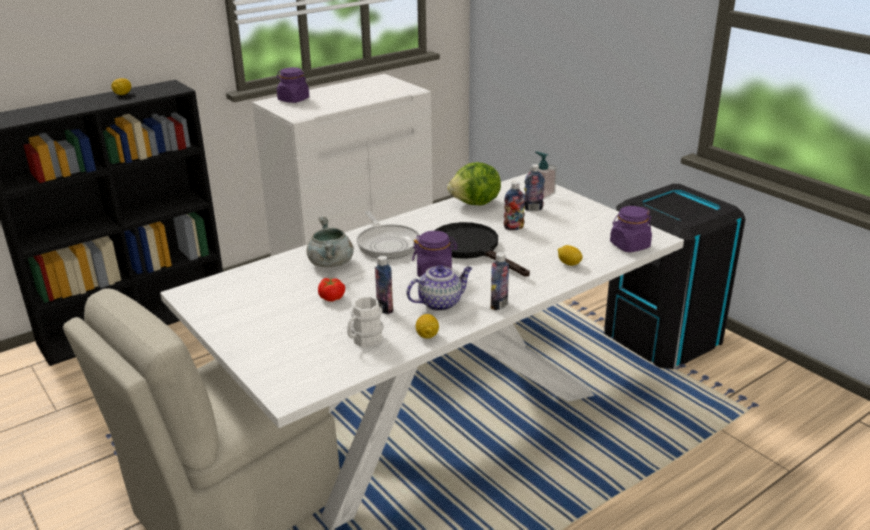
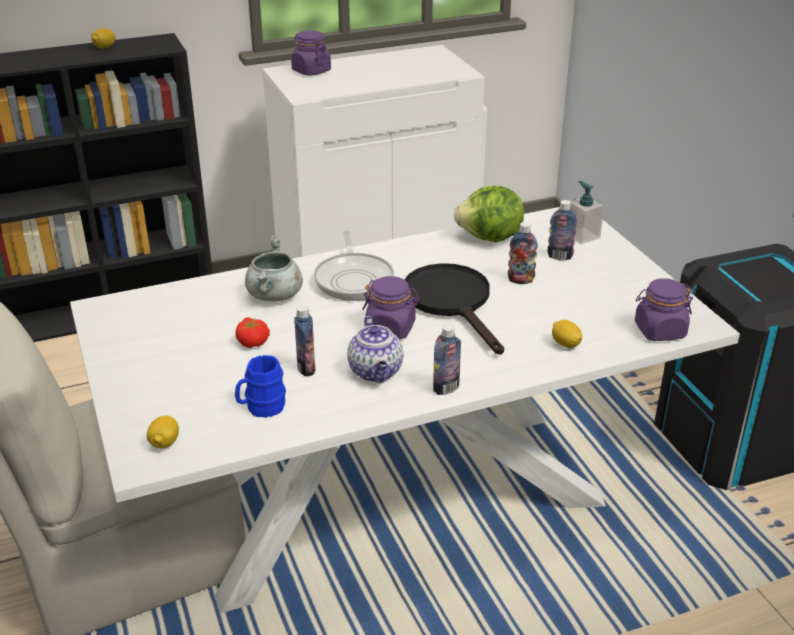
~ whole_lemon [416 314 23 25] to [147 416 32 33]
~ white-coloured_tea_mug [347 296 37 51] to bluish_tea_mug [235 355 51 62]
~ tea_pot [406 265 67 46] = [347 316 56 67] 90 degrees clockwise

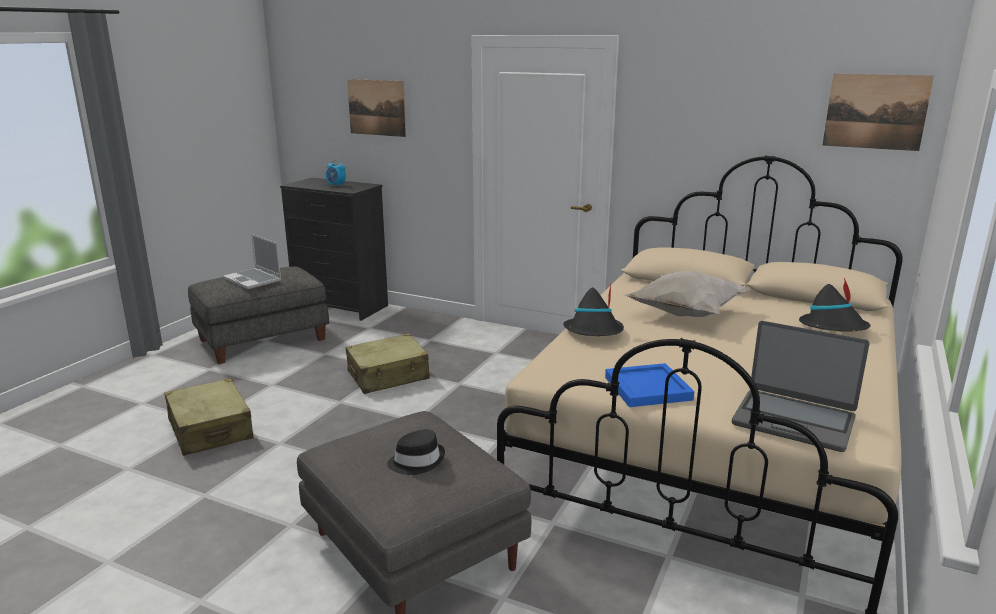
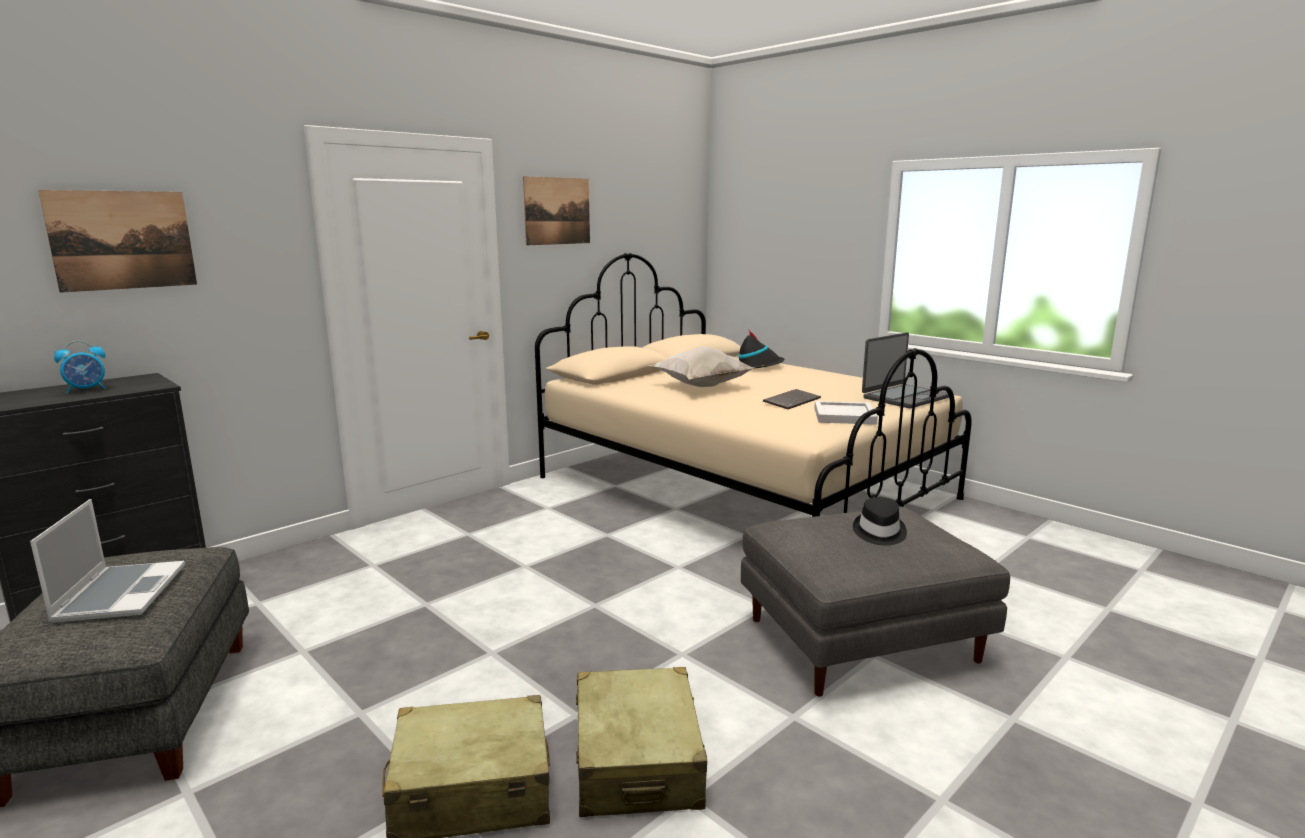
~ notebook_computer [223 234 59 55] = [30 499 155 124] 75 degrees counterclockwise
~ picture [822 74 112 77] to [523 176 67 69]
~ beige_piece_of_luggage [346 334 84 60] to [576 667 131 150]
+ PC_keyboard [763 389 58 20]
~ bluish_tray [605 363 89 44] to white-coloured_tray [815 401 63 24]
- blackish_wearable_hat [563 283 61 53]

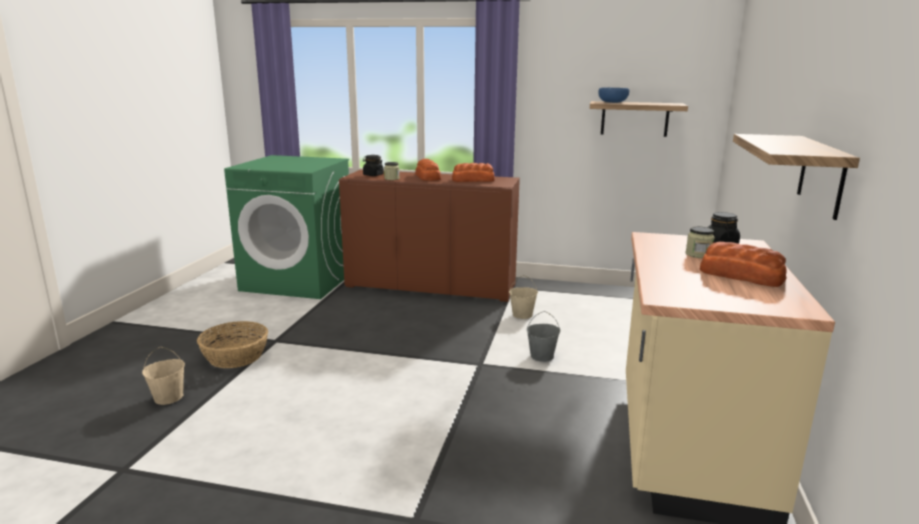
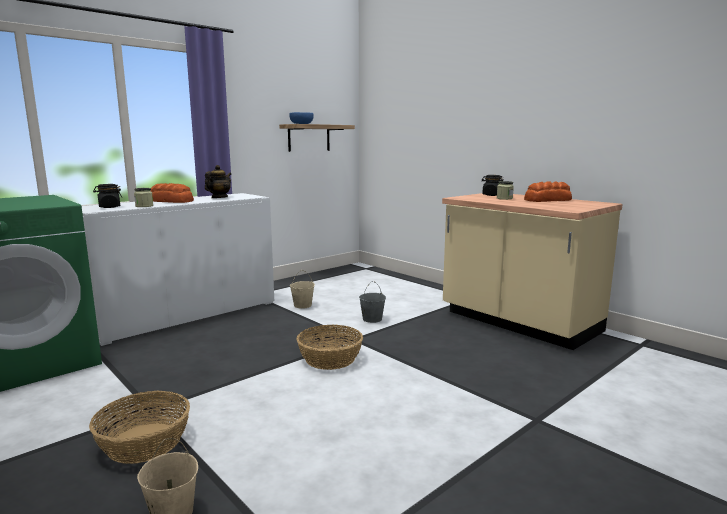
~ brown_cupboard [339 170 181 132] to white-coloured_cupboard [82 193 192 153]
~ bakery_bread [452 163 43 19] to tea_pot [205 165 26 33]
+ basket [296 325 67 45]
- shelf [733 134 127 86]

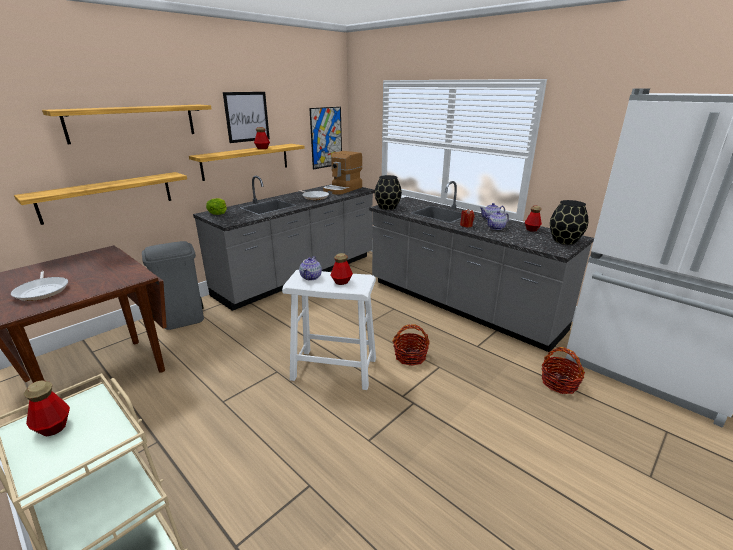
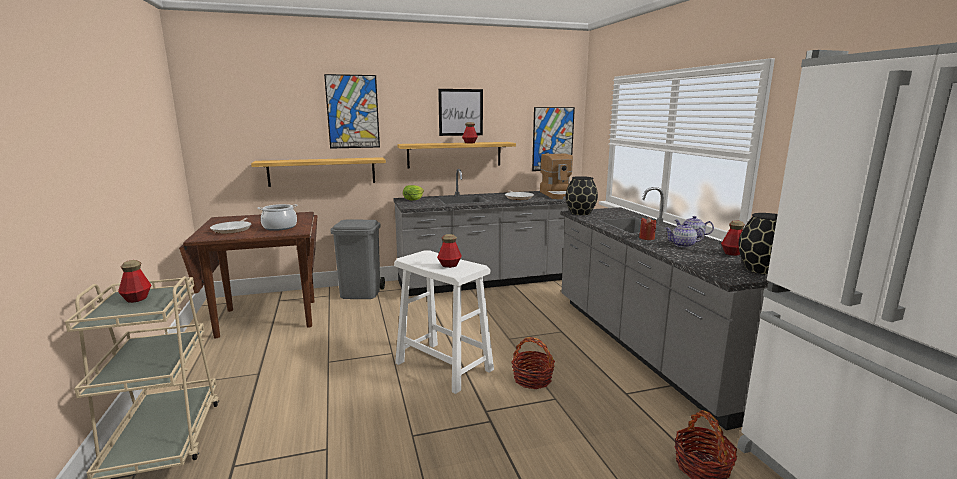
+ cooking_pot [257 204 40 27]
~ shelf [42 105 170 39] to picture [324 74 56 75]
~ coffee_brewer [323 151 39 44] = [540 154 33 45] 75 degrees counterclockwise
- tea_pot [299 256 23 24]

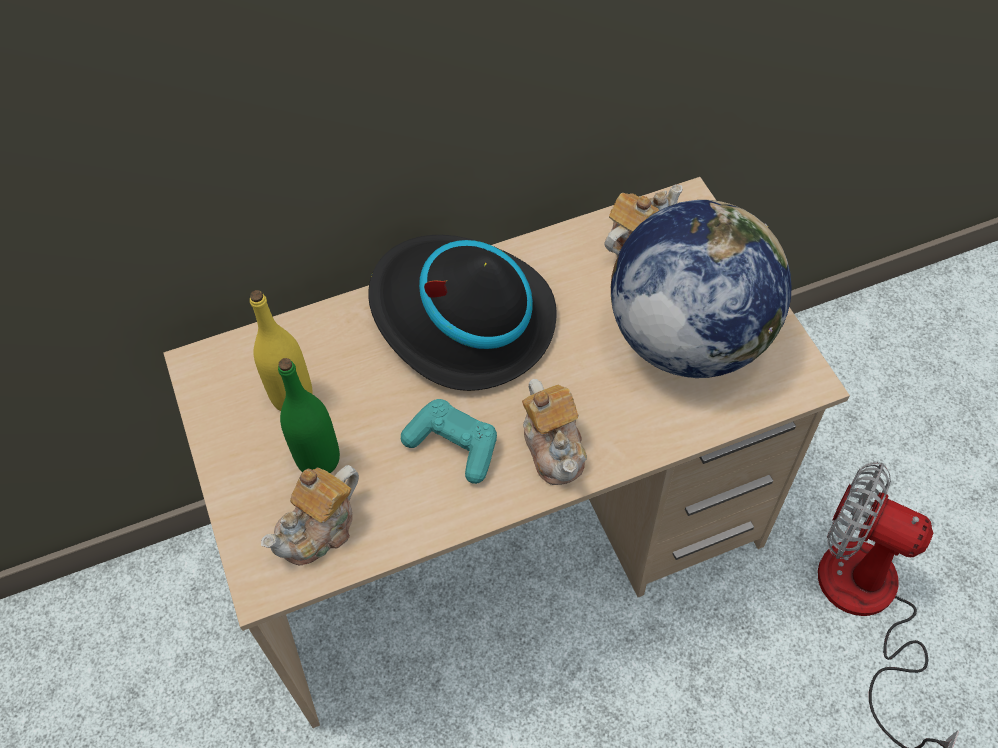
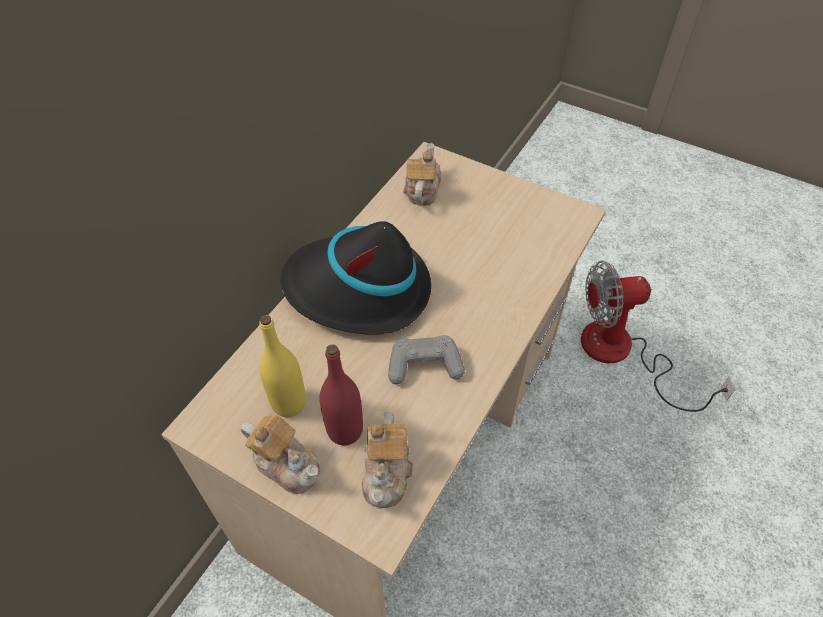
~ tea_pot [522 379 65 106] to [241 414 79 80]
~ green_bottle [278 358 62 115] to red-coloured_bottle [320 344 43 101]
~ blue-green_game_controller [401 399 96 85] to grey_game_controller [388 335 77 49]
- desk_globe [611 200 181 178]

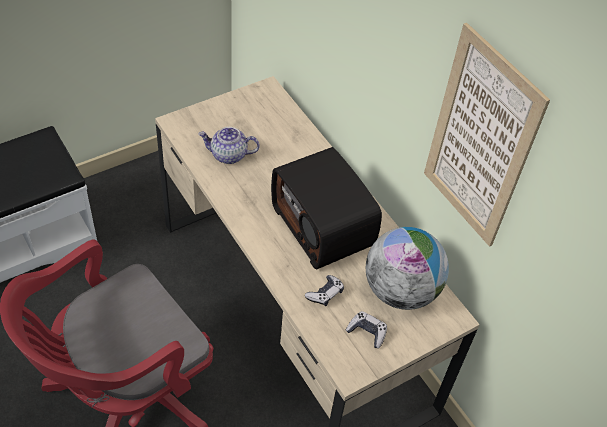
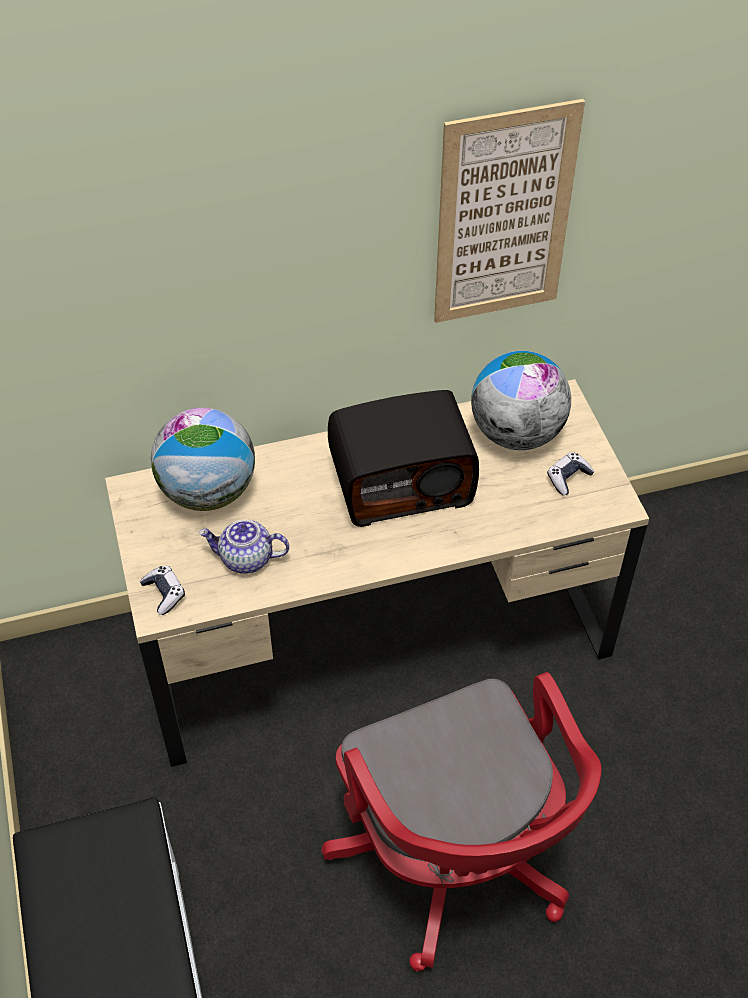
~ game_controller [305 275 39 31] to [140 565 45 50]
+ desk_globe [151 408 104 103]
~ tea_pot [198 127 62 37] = [199 519 90 55] 75 degrees clockwise

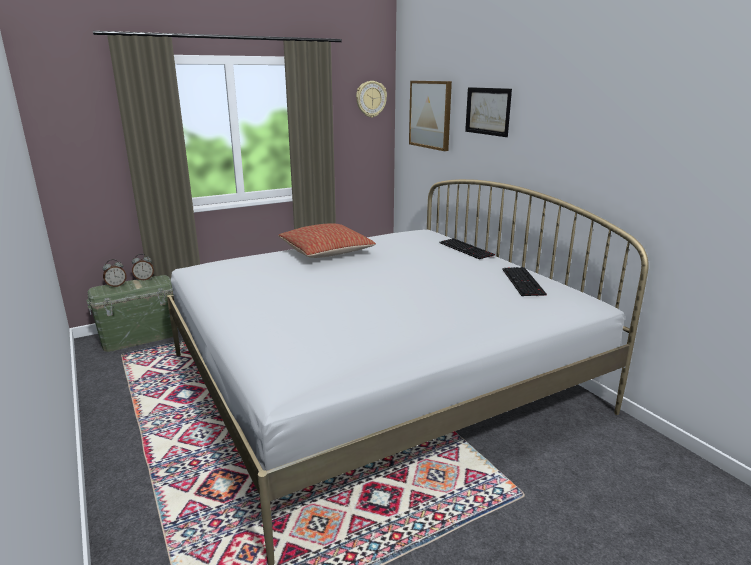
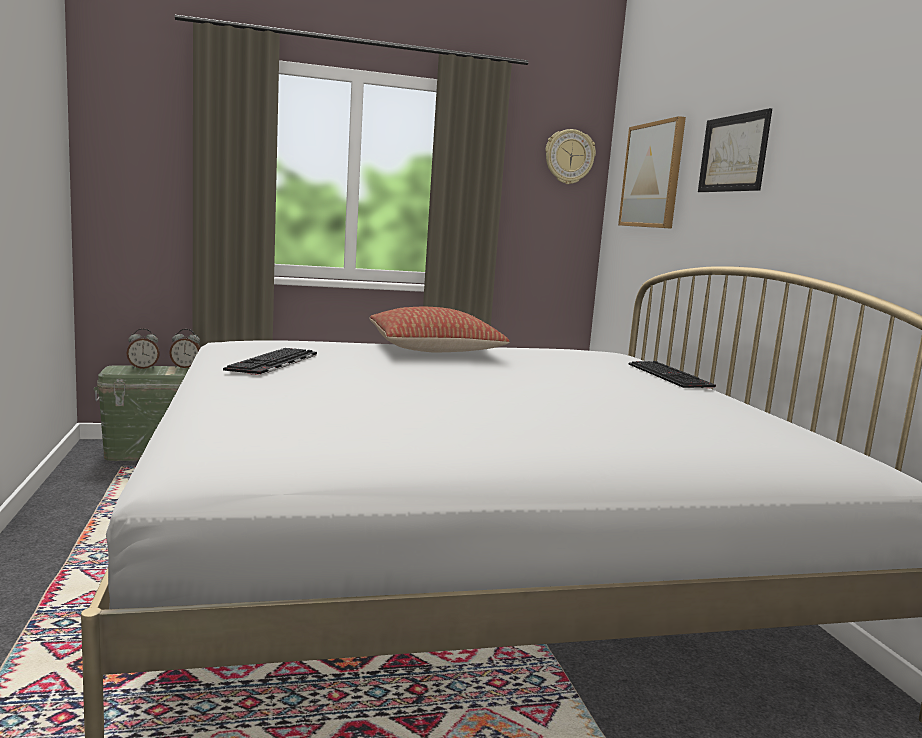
~ PC_keyboard [502 267 45 29] to [223 348 94 27]

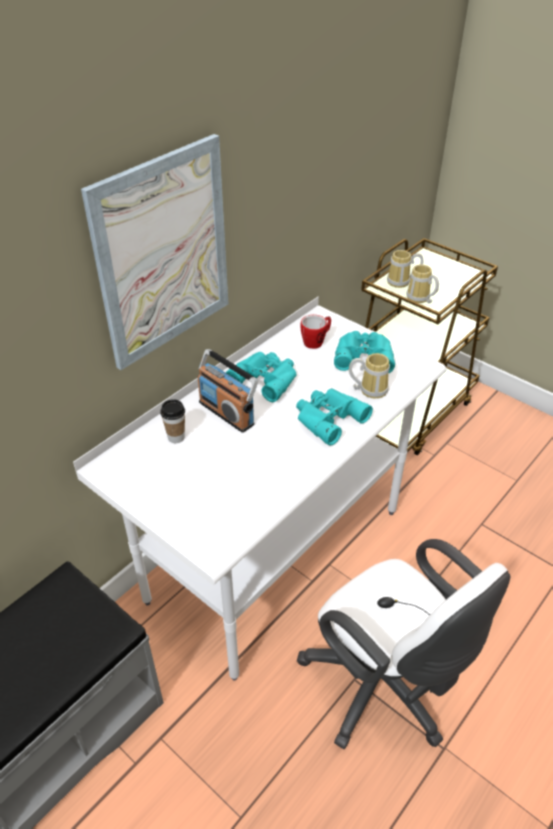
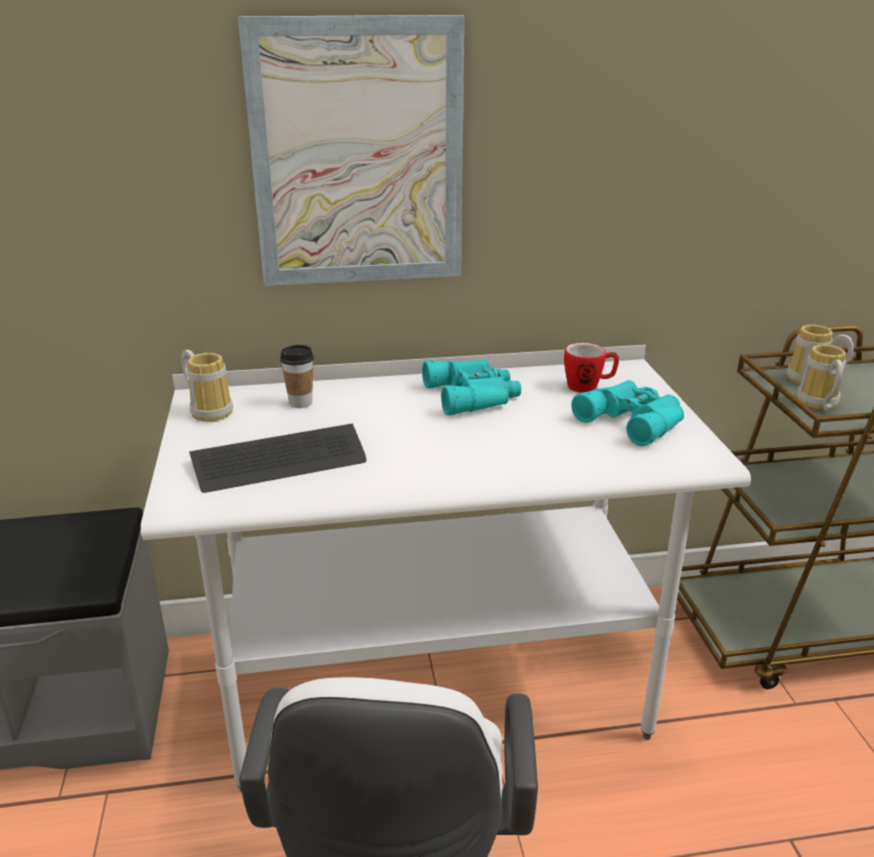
~ tea_mug [349 353 41 46] to [181 350 52 72]
+ PC_keyboard [189 424 178 69]
- radio_receiver [198 349 60 84]
- blue-green_field_glasses [296 389 77 56]

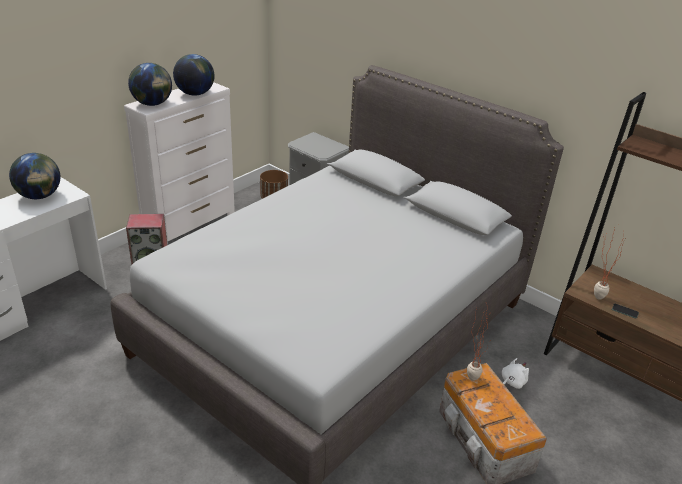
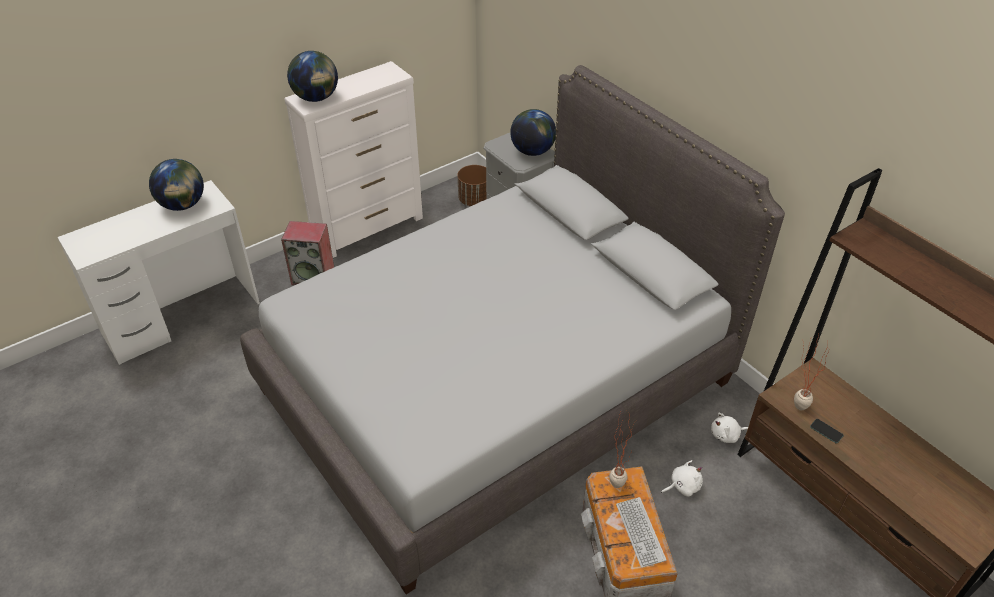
~ desk_globe [173 54 41 42] to [510 109 46 47]
+ PC_keyboard [616 497 50 71]
+ white-coloured_soft_toy [711 413 37 30]

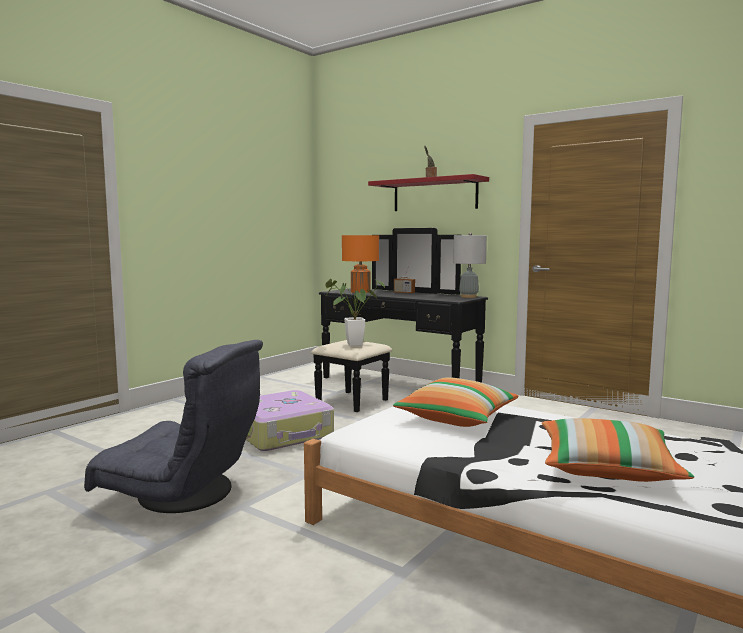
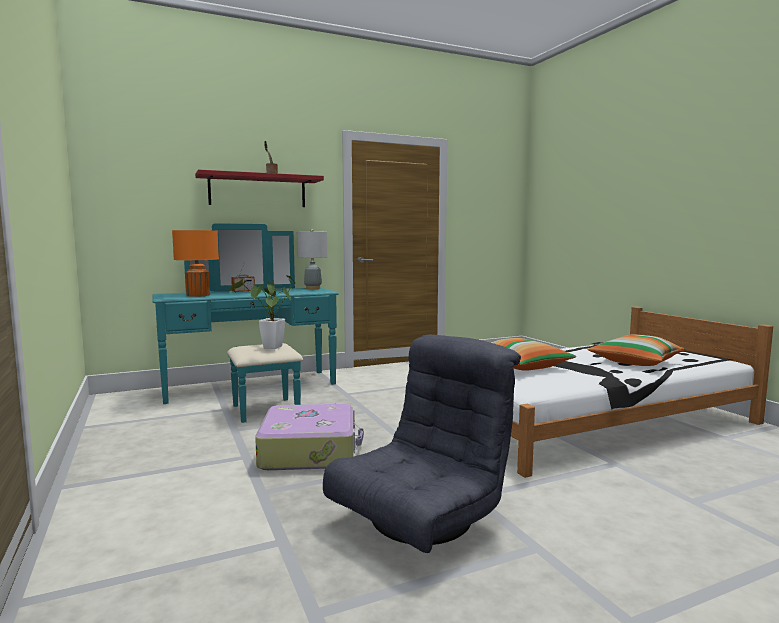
~ blackish_chest_of_drawers [311 228 177 184] to blue-green_chest_of_drawers [152 223 187 200]

